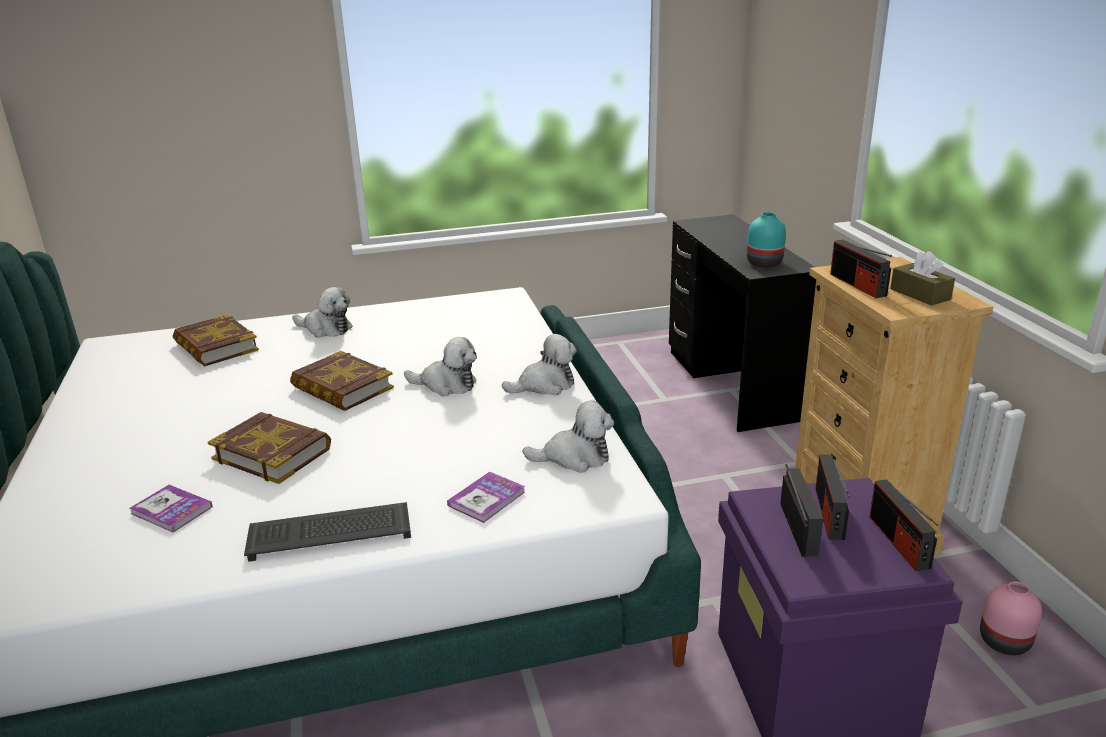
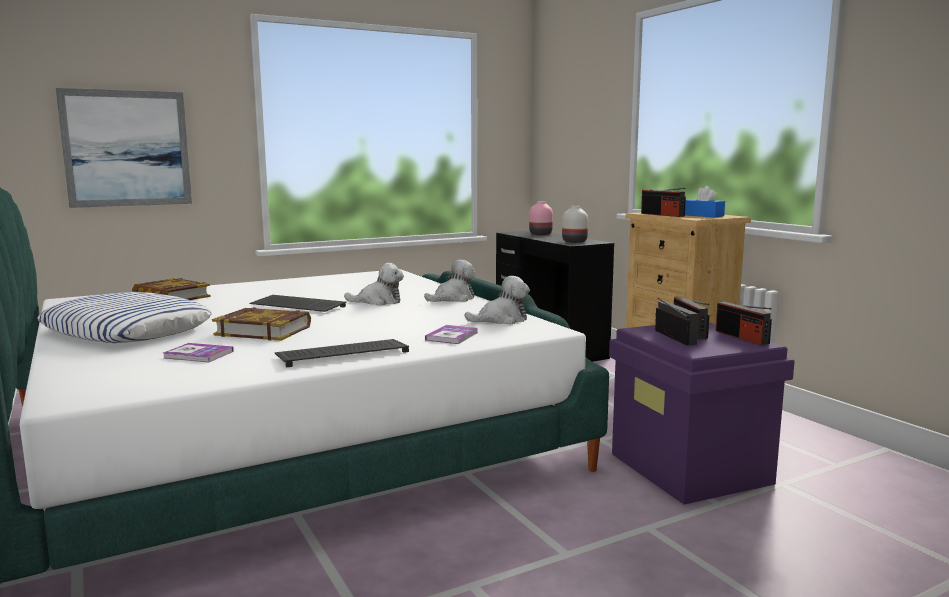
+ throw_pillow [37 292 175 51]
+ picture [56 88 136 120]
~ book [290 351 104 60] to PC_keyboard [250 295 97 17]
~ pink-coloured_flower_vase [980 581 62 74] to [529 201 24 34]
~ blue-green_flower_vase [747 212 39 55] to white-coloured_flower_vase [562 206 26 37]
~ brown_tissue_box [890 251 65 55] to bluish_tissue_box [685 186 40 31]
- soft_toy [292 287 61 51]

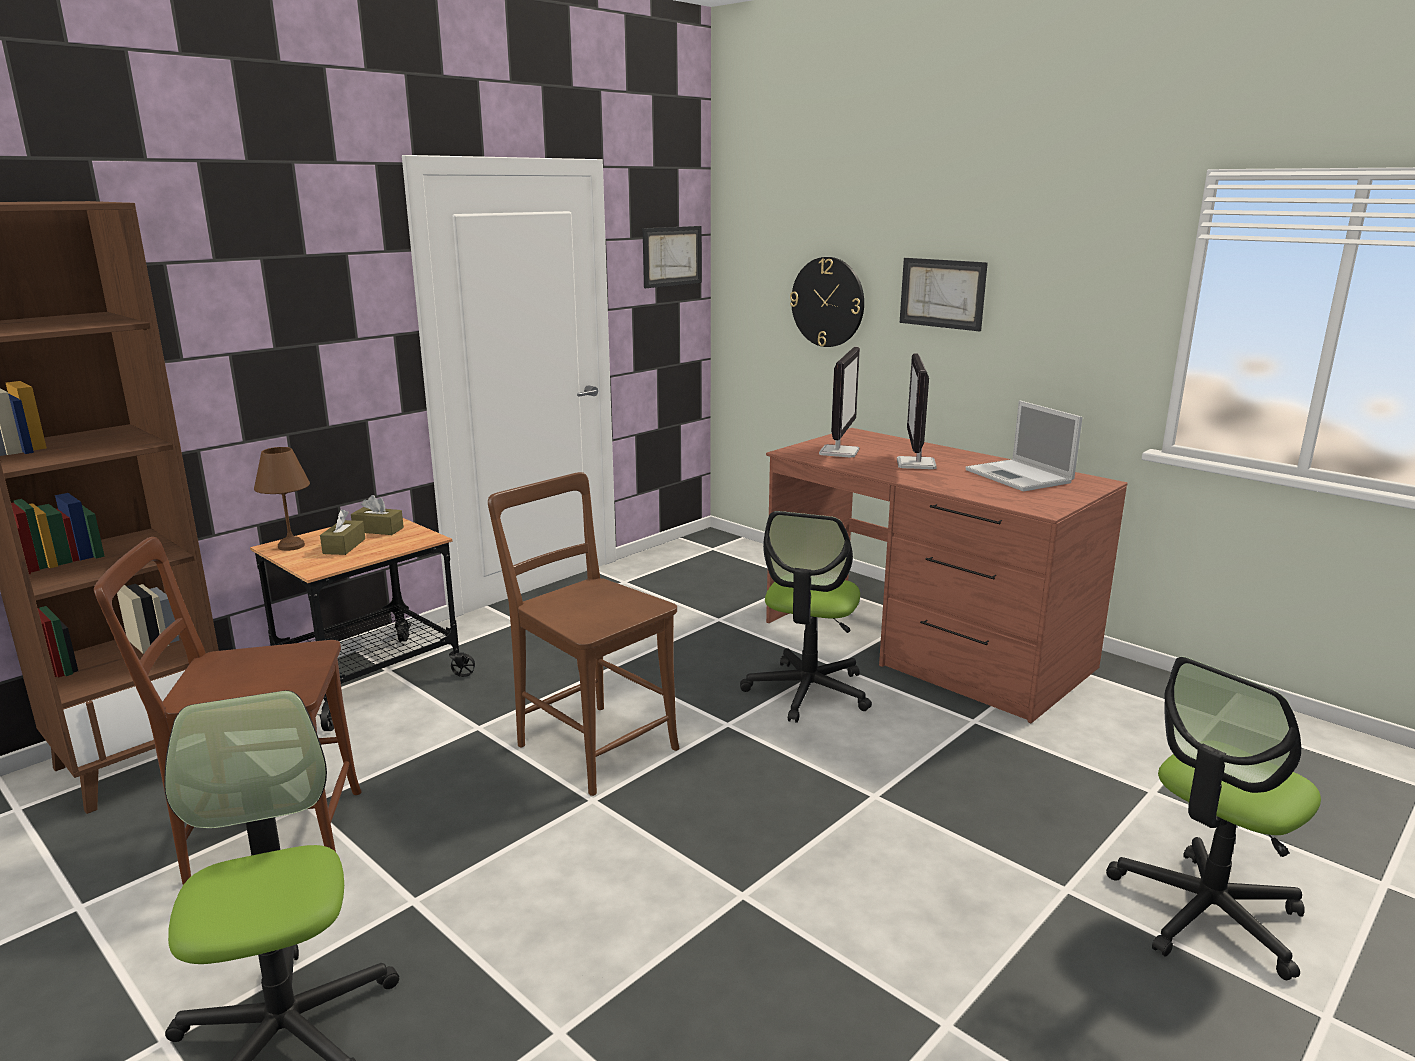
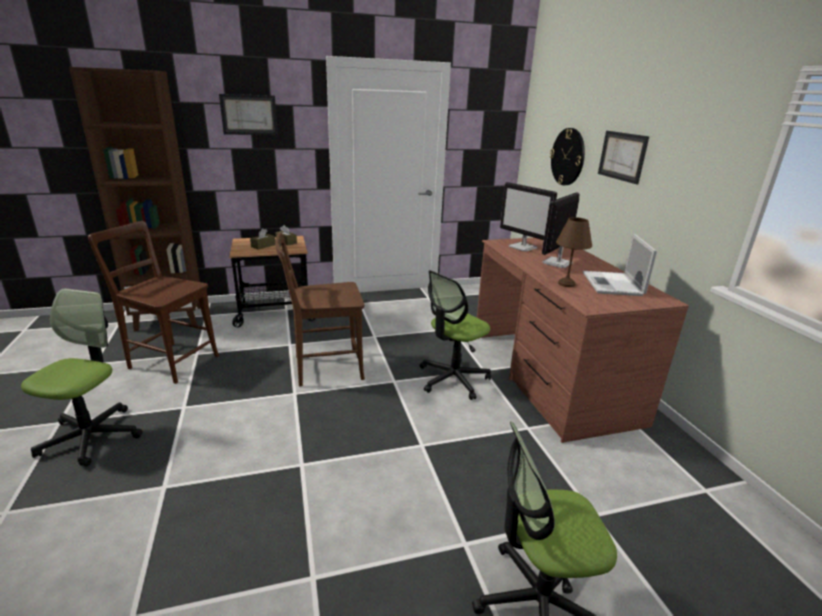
~ picture [643 226 59 62] to [219 94 59 41]
~ brown_chair [488 472 192 324] = [275 232 90 155] 90 degrees counterclockwise
~ monitor [819 346 41 112] = [500 182 57 70] 90 degrees clockwise
~ brown_lamp_for_a_table [254 447 56 104] to [556 217 36 70]

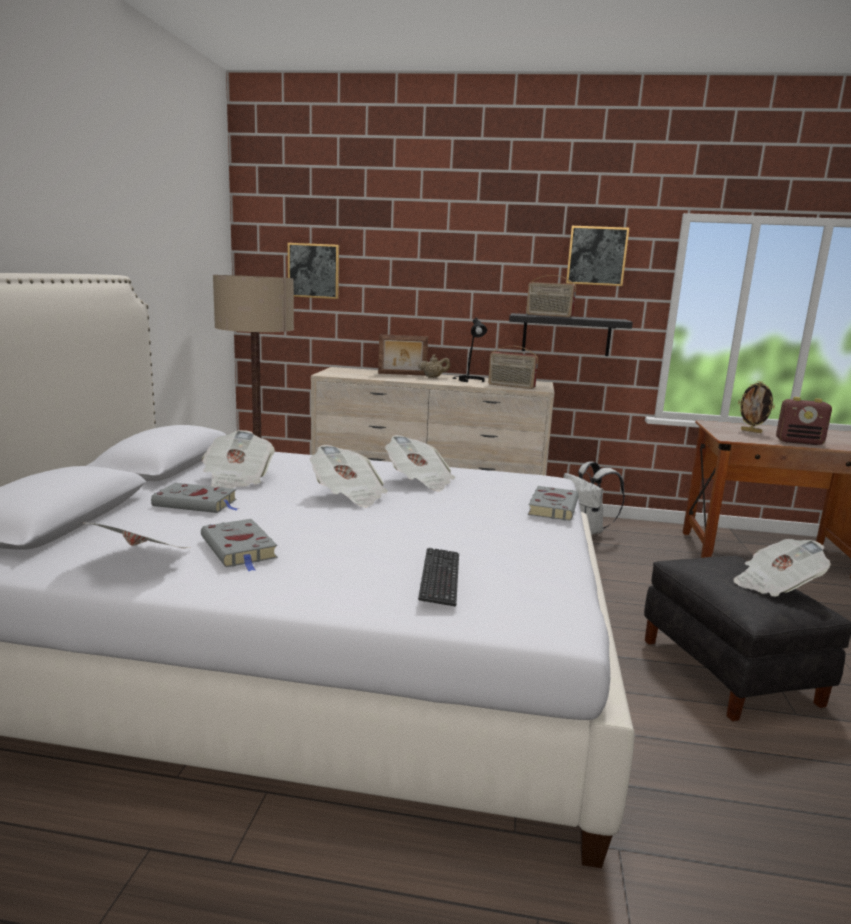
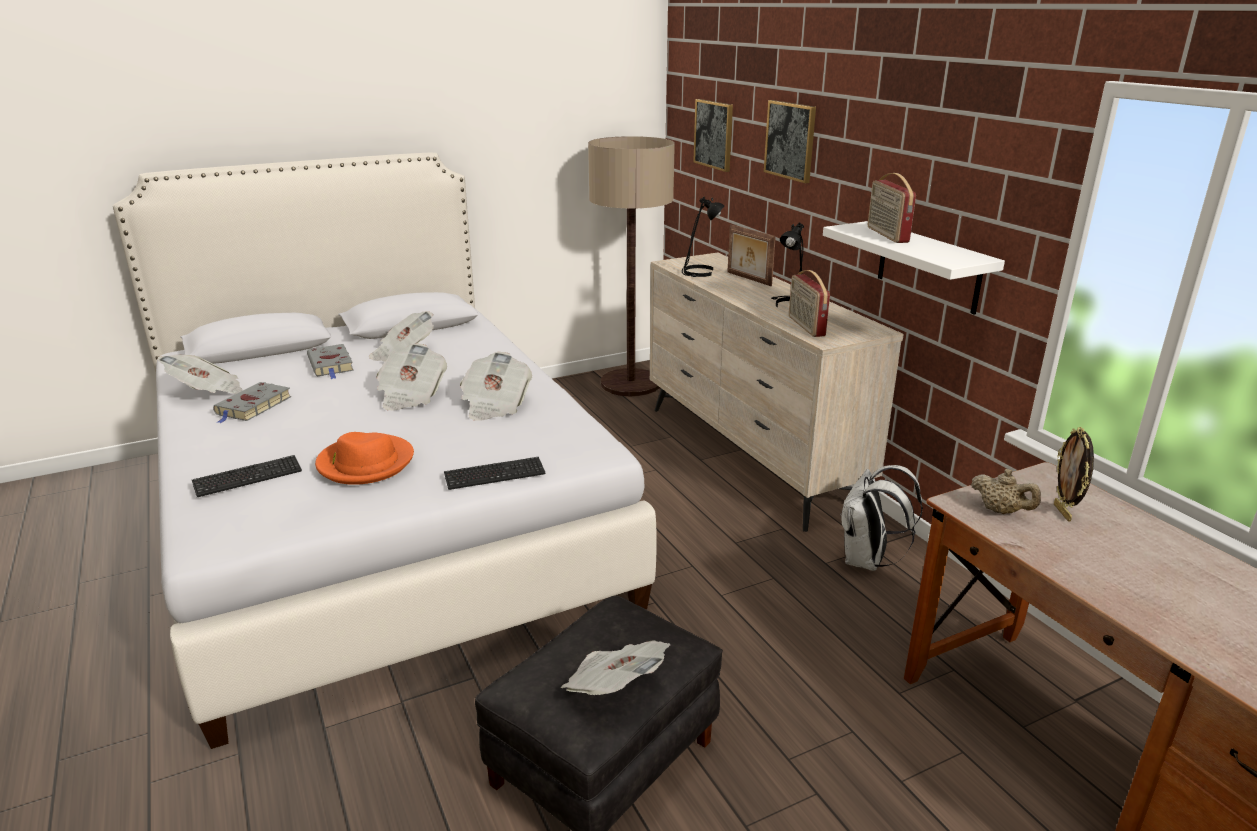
+ orange-coloured_wearable_hat [315 432 99 53]
~ grey_book [528 486 51 35] to PC_keyboard [444 457 102 33]
+ blackish_lamp_for_a_table [682 197 42 80]
~ picture [566 226 63 60] to [764 100 52 83]
~ blackish_shelf [509 313 124 43] to white-coloured_shelf [823 221 182 93]
~ beige_tea_pot [418 354 32 24] to [971 469 70 45]
- radio_receiver [776 397 56 48]

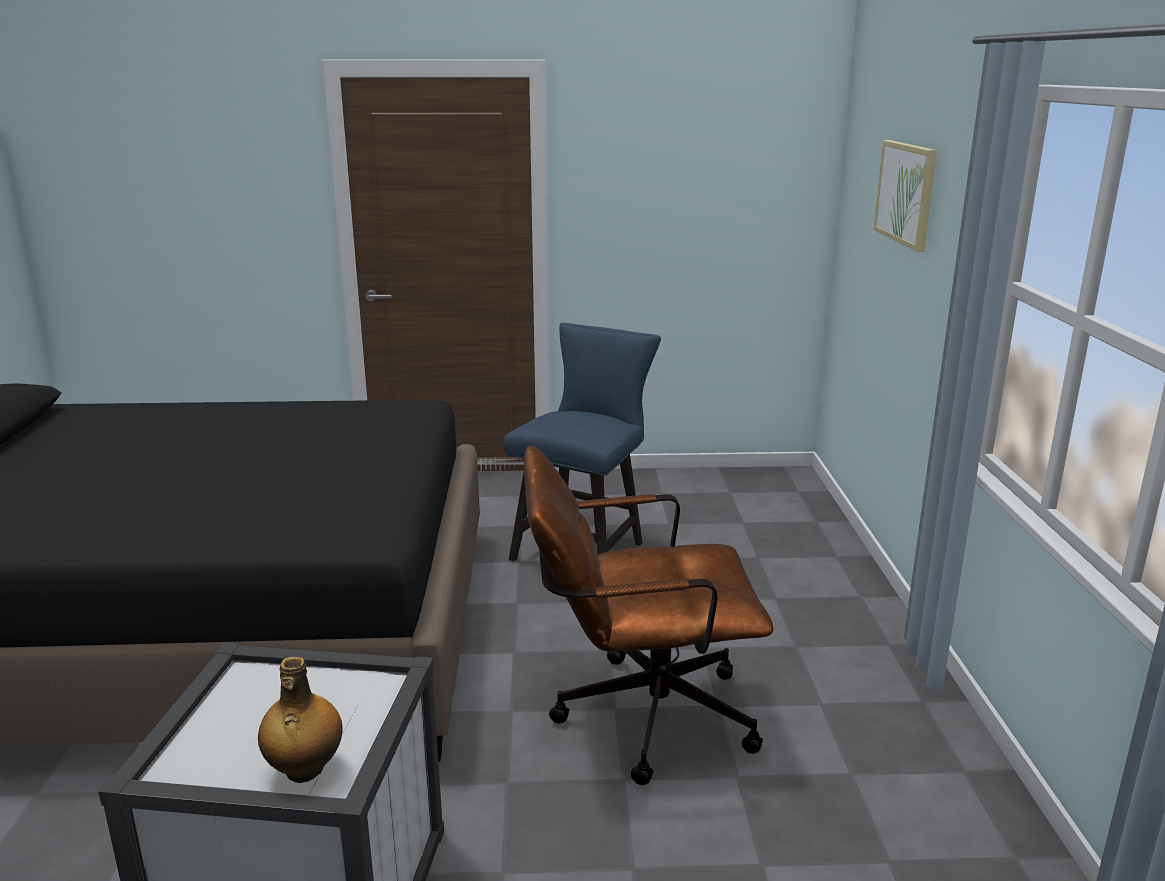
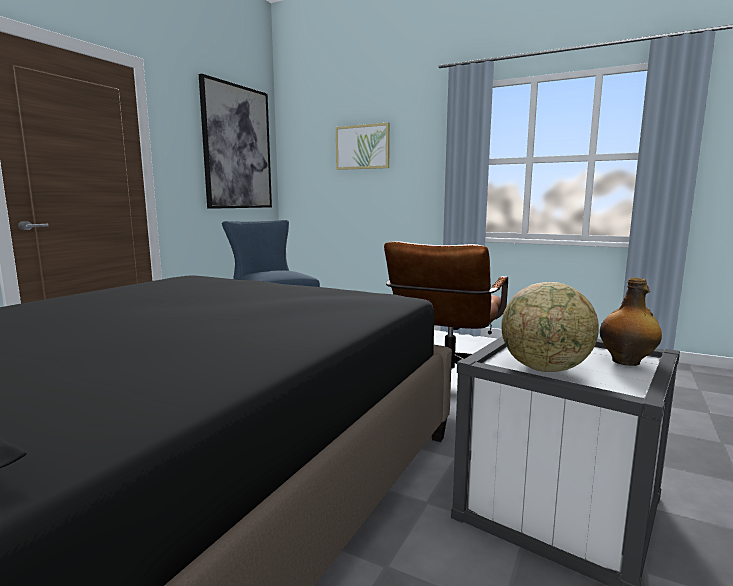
+ picture [199 74 73 135]
+ desk_globe [501 282 98 90]

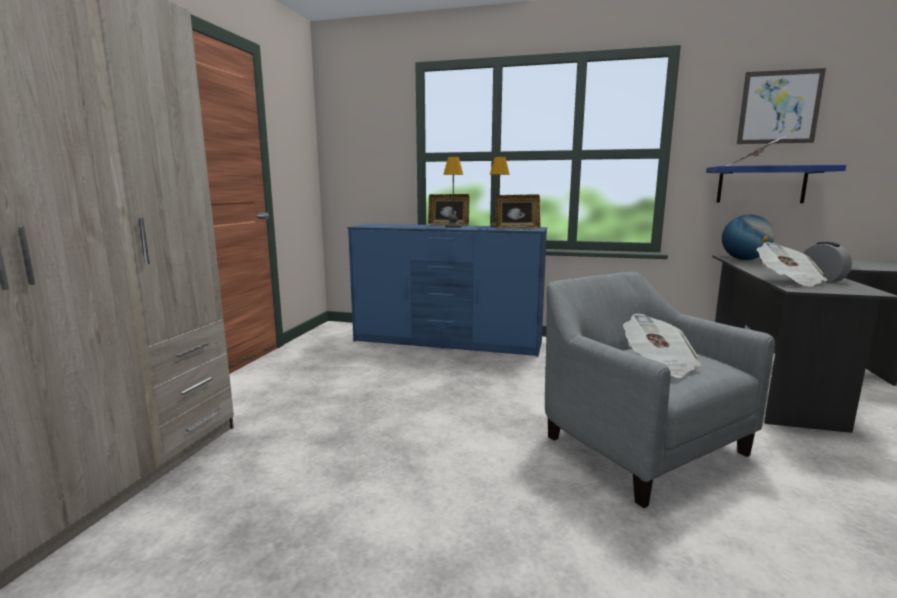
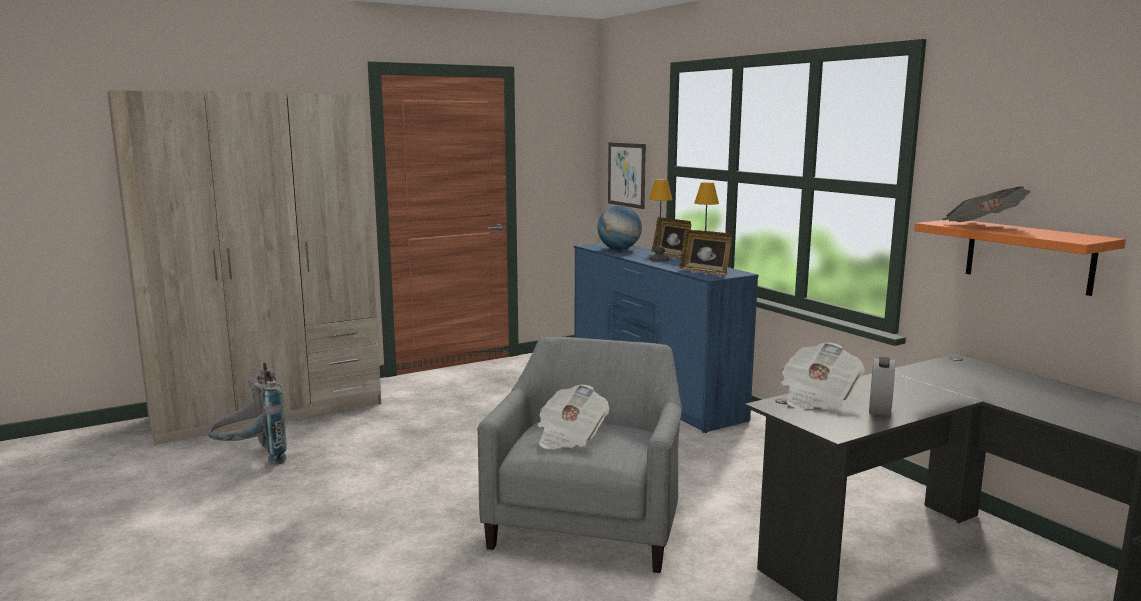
+ grey_backpack [208 363 79 102]
~ desk_globe [722 215 53 45] to [597 205 45 45]
~ picture [737 68 89 76] to [608 142 38 67]
~ bluish_shelf [706 165 140 38] to orange-coloured_shelf [914 220 212 76]

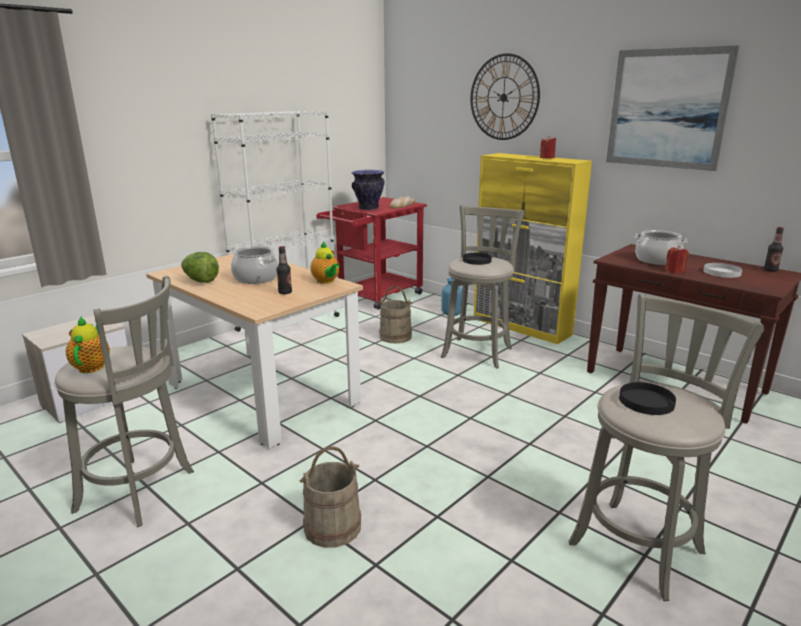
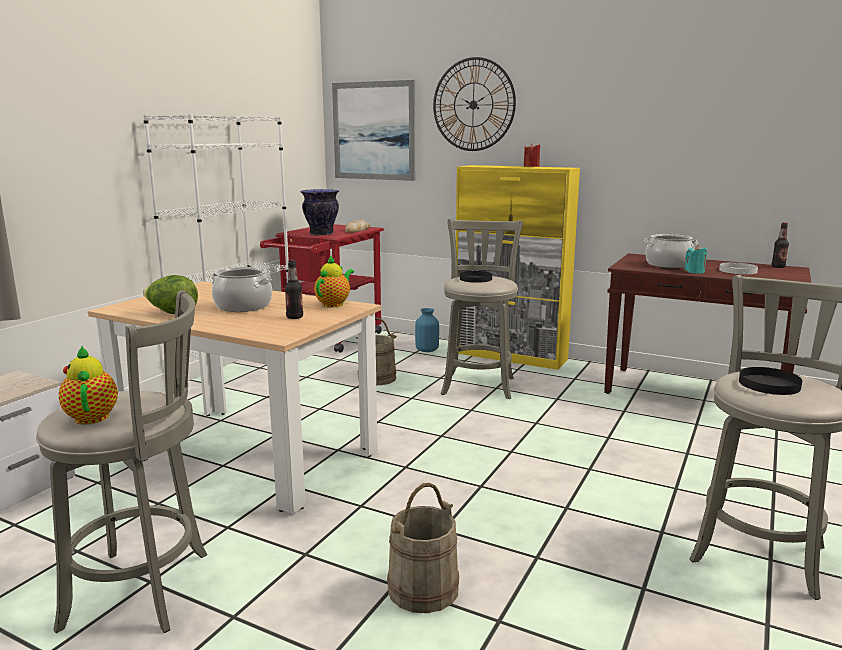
~ tea_pot [310 242 30 42] = [314 256 40 51] 105 degrees counterclockwise
~ picture [606 45 134 126] to [332 80 83 101]
~ red-coloured_wax_light [665 246 24 27] to blue-green_wax_light [684 245 23 29]

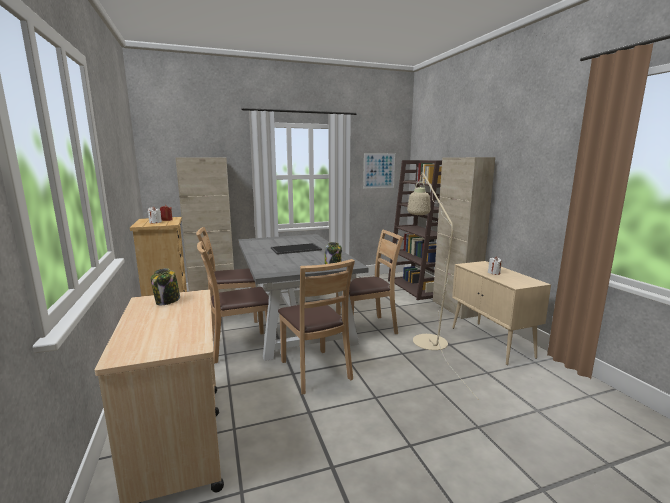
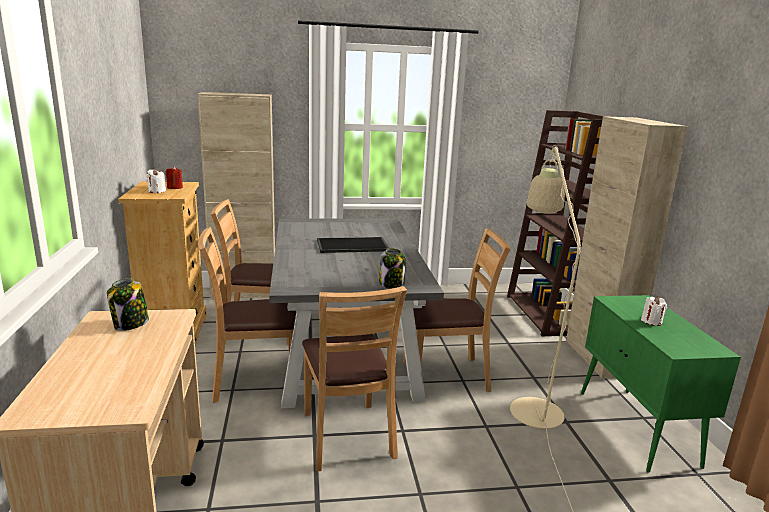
~ beige_cupboard [452 261 99 104] to green_cupboard [581 295 160 178]
- picture [363 153 32 35]

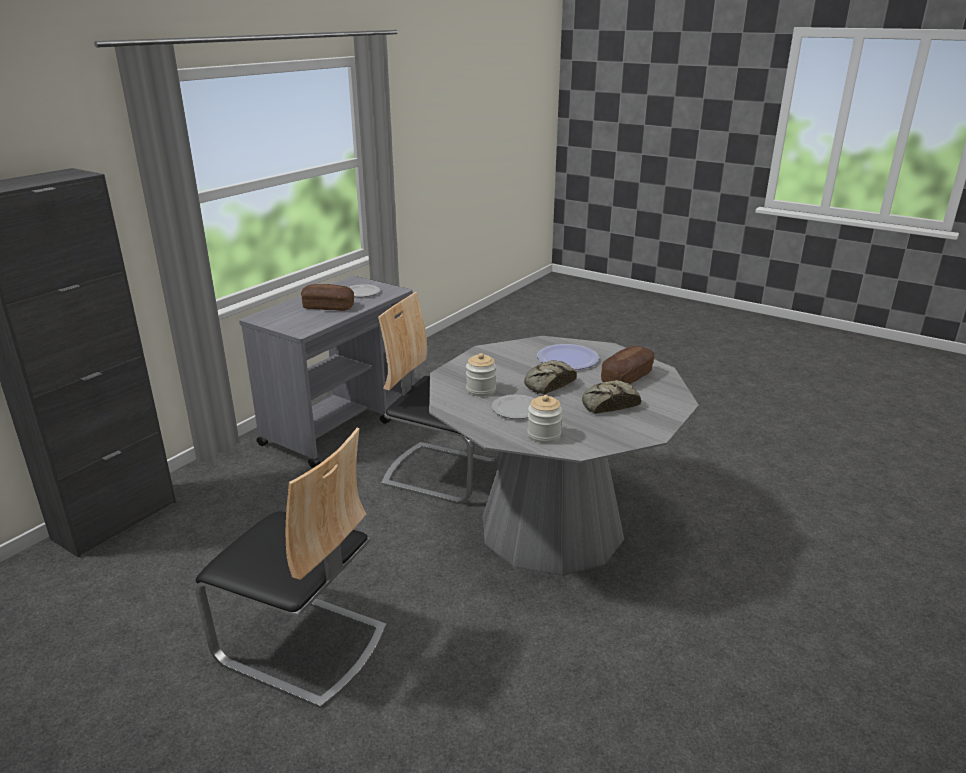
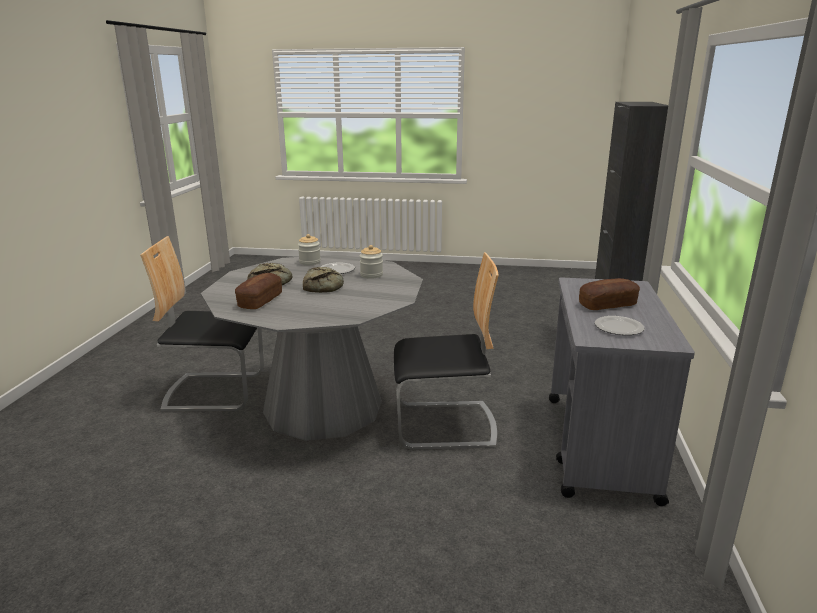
~ chair [195 428 191 281] to [140 236 124 175]
- dinner_plate [537 344 62 26]

